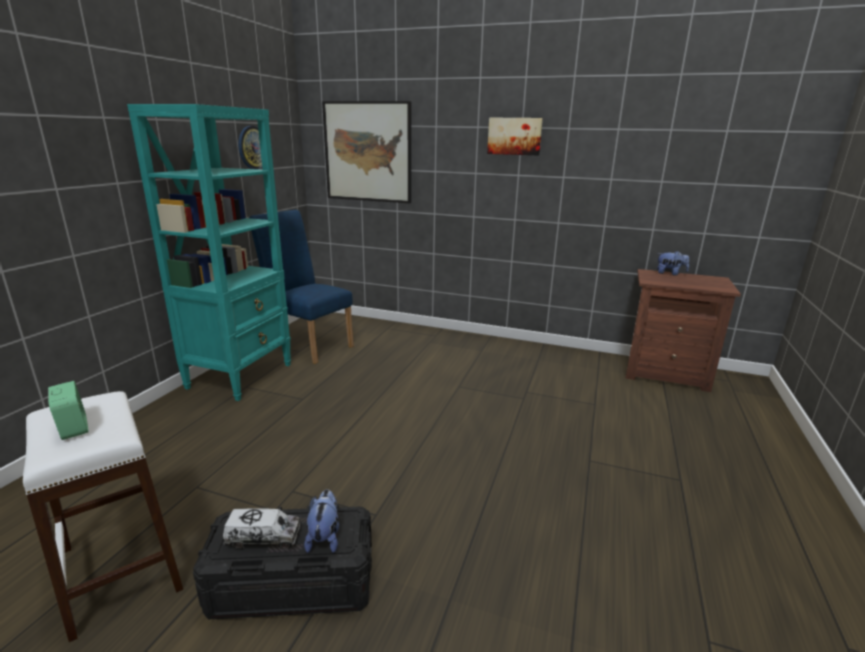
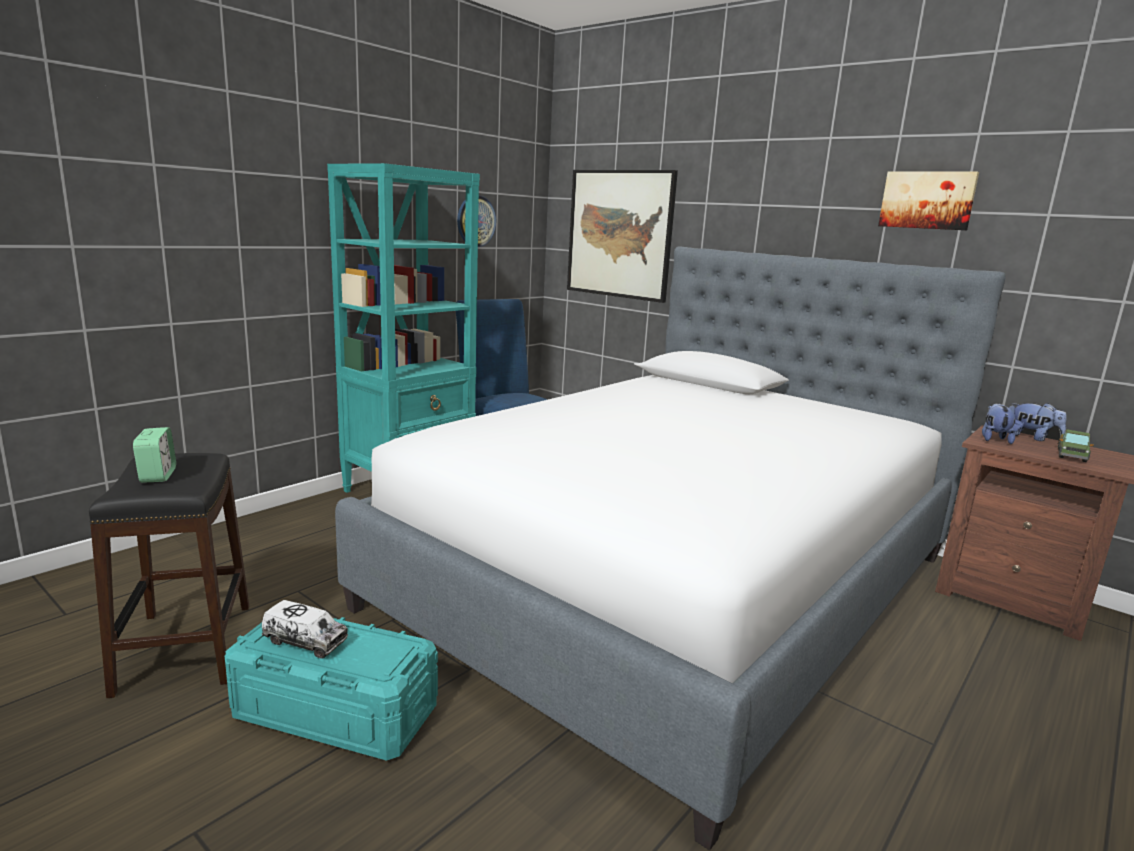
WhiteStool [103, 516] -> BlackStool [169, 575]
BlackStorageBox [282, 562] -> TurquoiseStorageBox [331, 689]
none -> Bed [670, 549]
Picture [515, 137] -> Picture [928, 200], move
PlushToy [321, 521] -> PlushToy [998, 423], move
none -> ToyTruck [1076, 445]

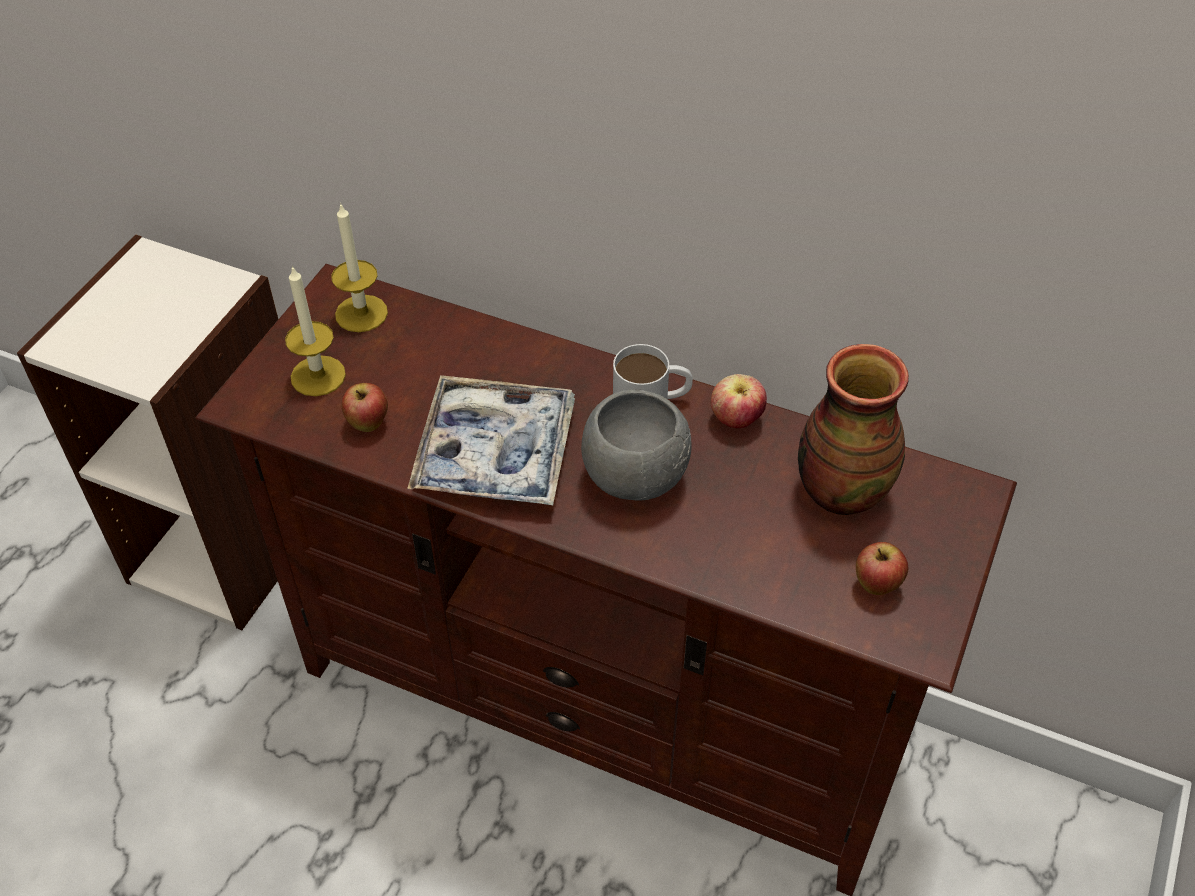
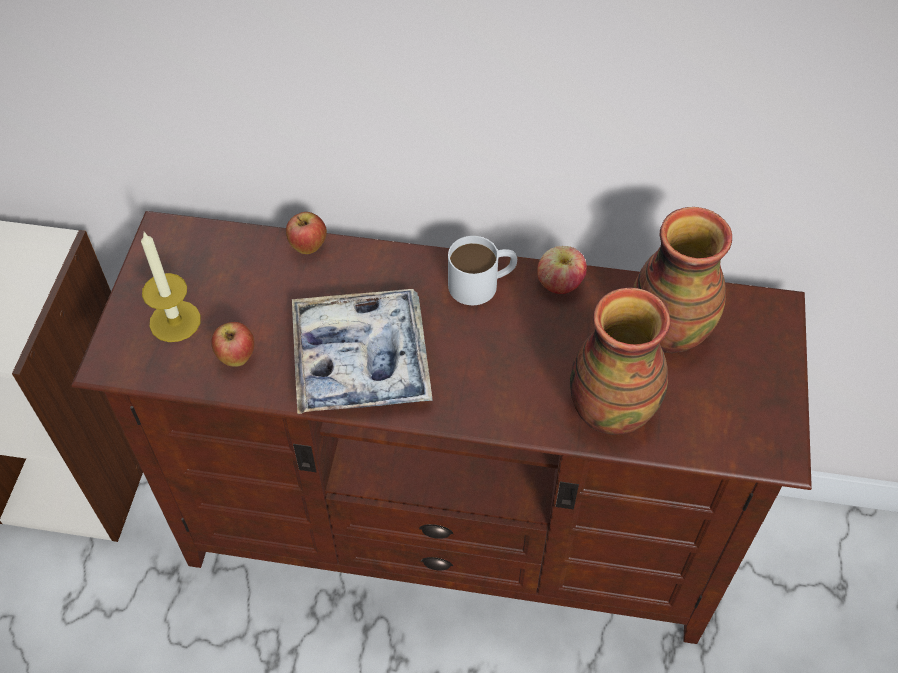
Apple [882, 568] -> Apple [306, 233], move
none -> Vase [620, 361]
Candle [359, 267] -> none
GreyBowl [636, 444] -> none

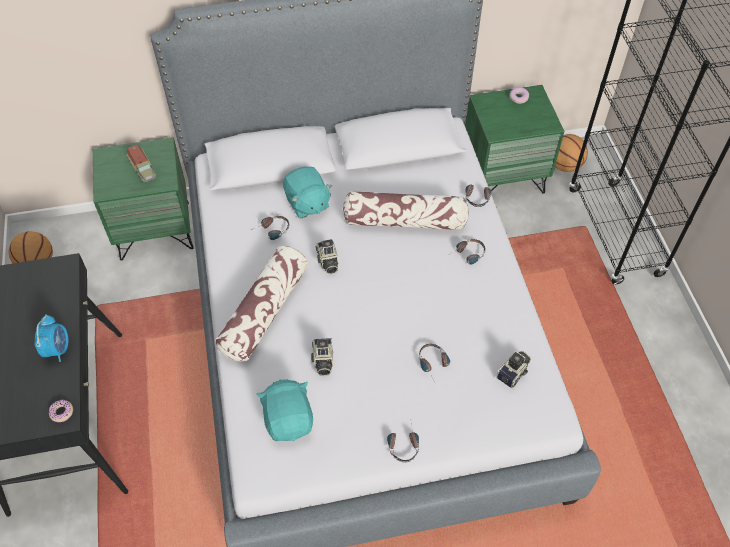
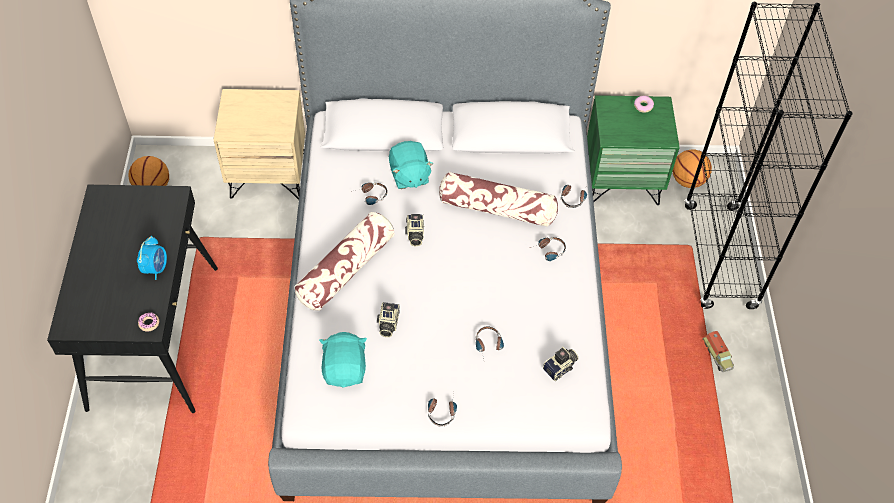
GreenNightstand [143, 198] -> BeigeNightstand [259, 144]
ToyTruck [141, 164] -> ToyTruck [718, 351], move

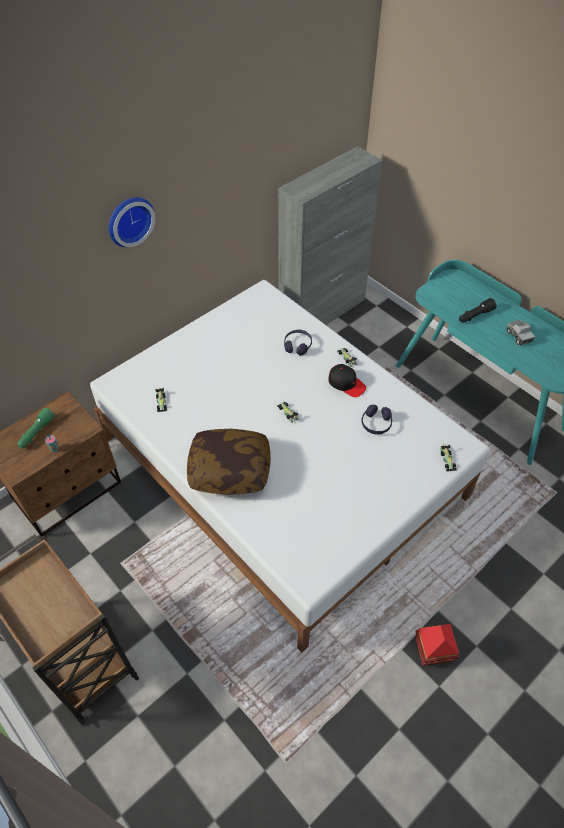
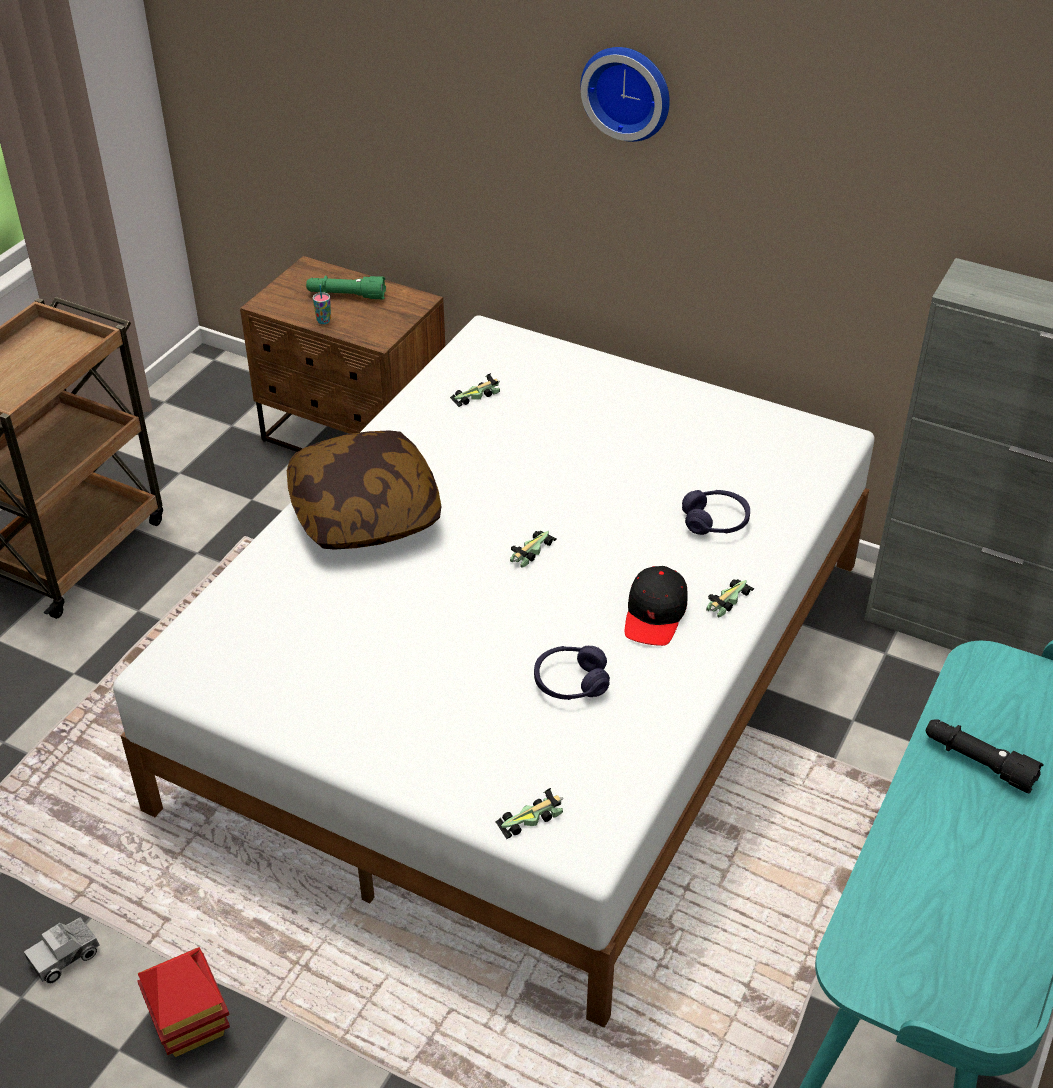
ToyTruck [521, 332] -> ToyTruck [62, 950], move

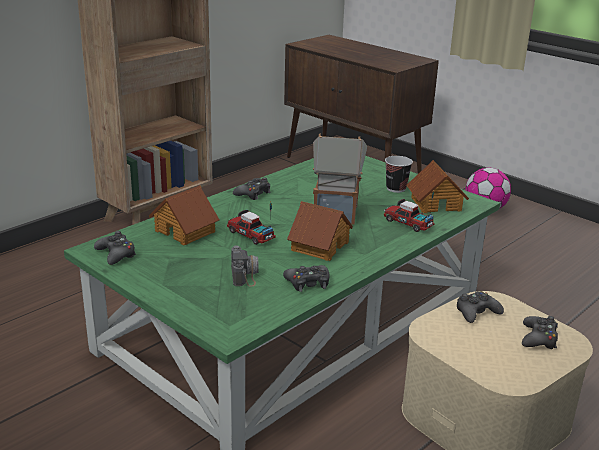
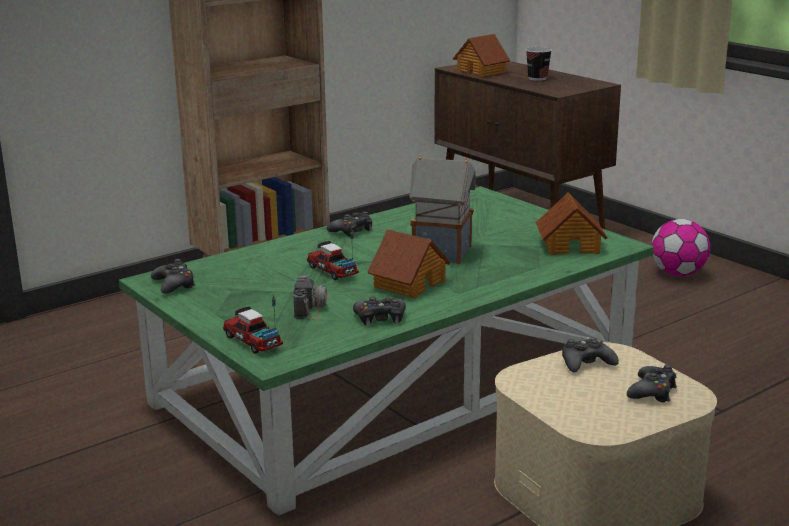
ToyTruck [409, 211] -> ToyTruck [253, 324], move
ToyHouse [184, 215] -> ToyHouse [481, 55], move
Cup [399, 174] -> Cup [539, 64], move

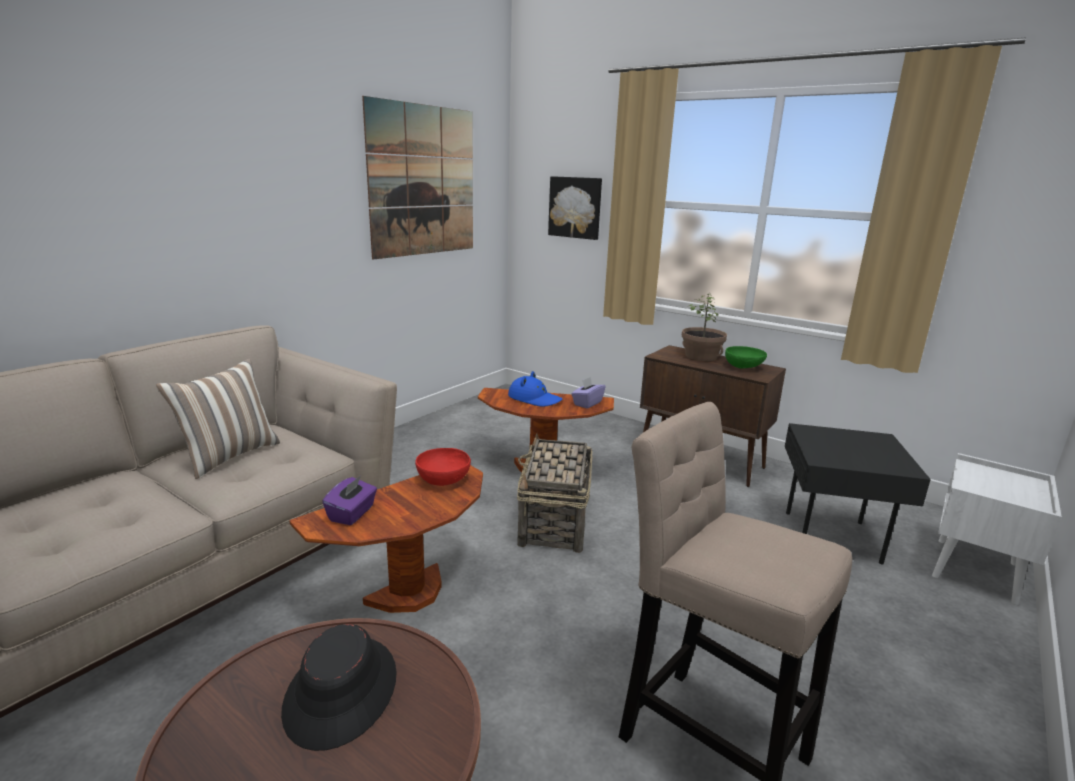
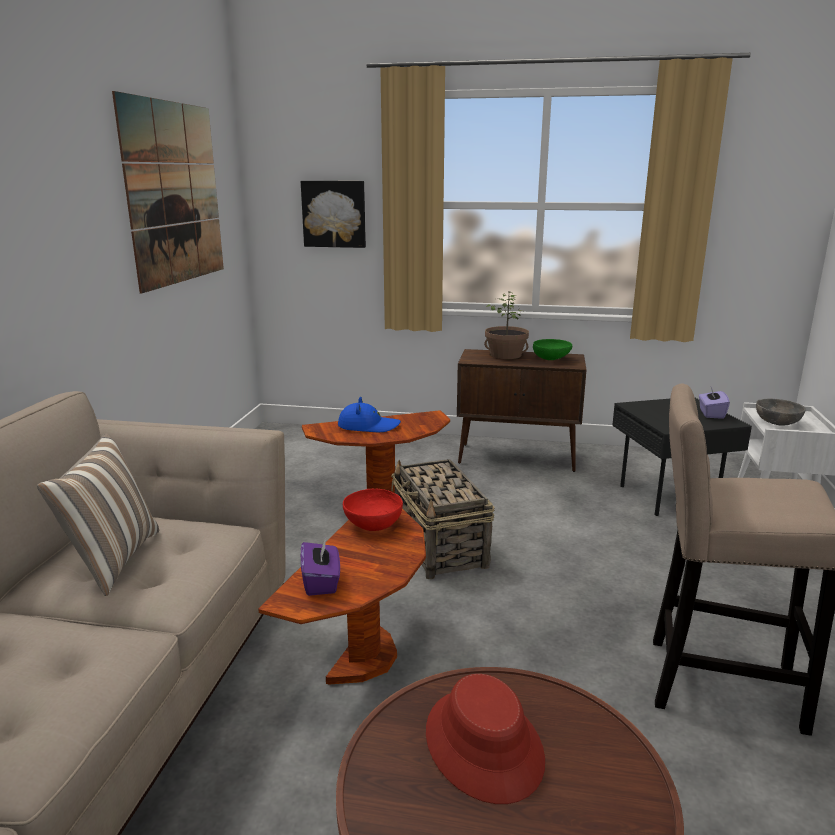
BlackHat [339, 687] -> RedHat [485, 739]
PurpleTissueBox [588, 392] -> PurpleTissueBox [714, 403], move
none -> GreyBowl [781, 412]

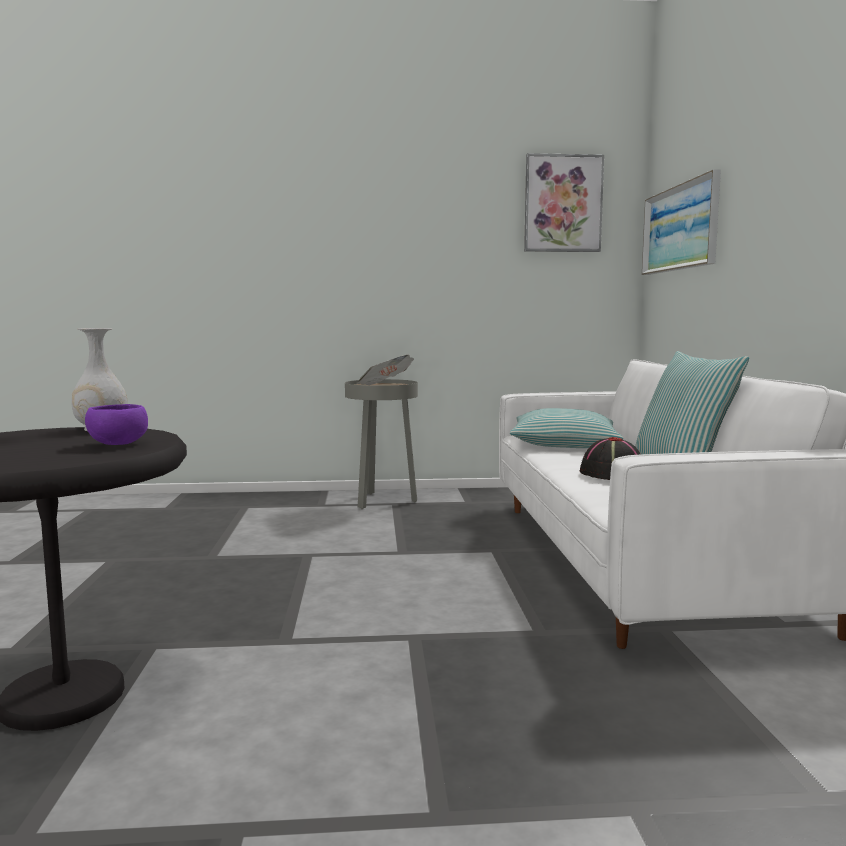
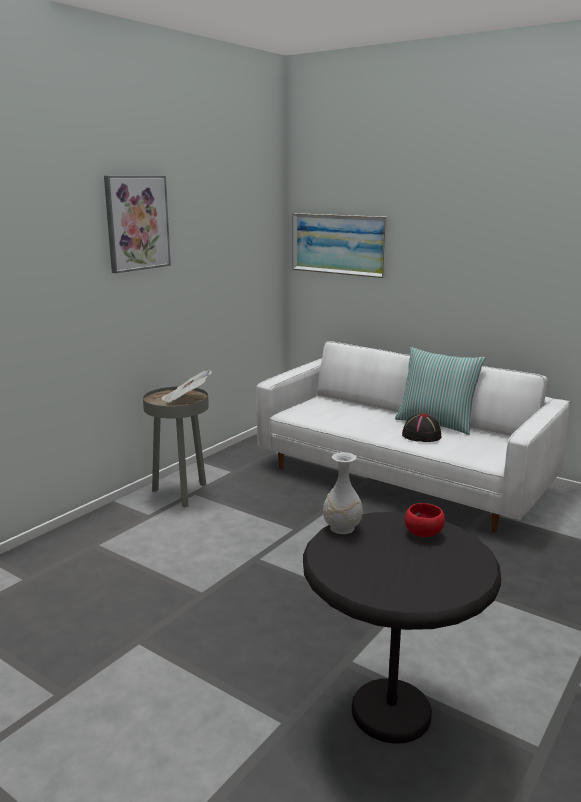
Picture [564, 202] -> Picture [137, 224], move
PurpleBowl [116, 424] -> RedBowl [425, 520]
Pillow [566, 428] -> none

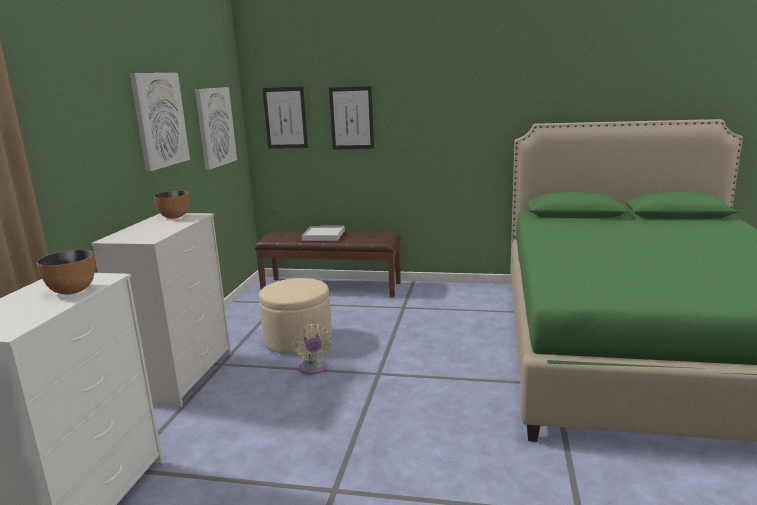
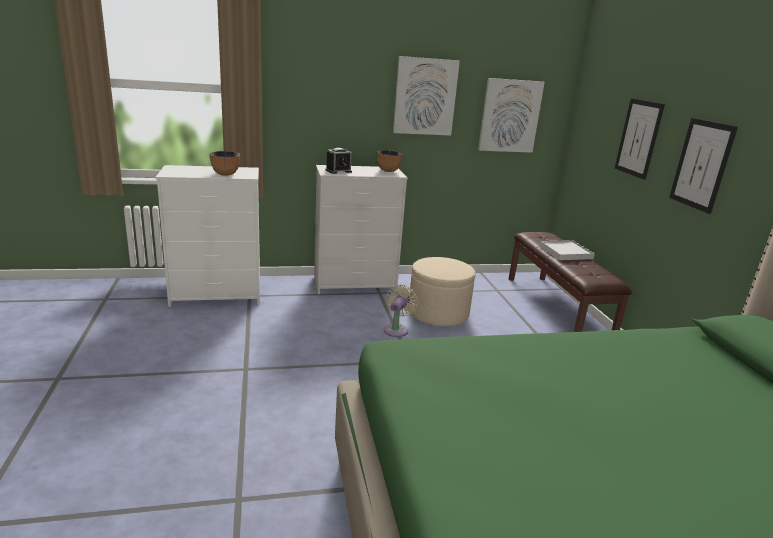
none -> AlarmClock [338, 161]
BeigeFan [313, 349] -> BeigeFan [401, 310], 150 degrees clockwise
Picture [285, 118] -> Picture [703, 166], move

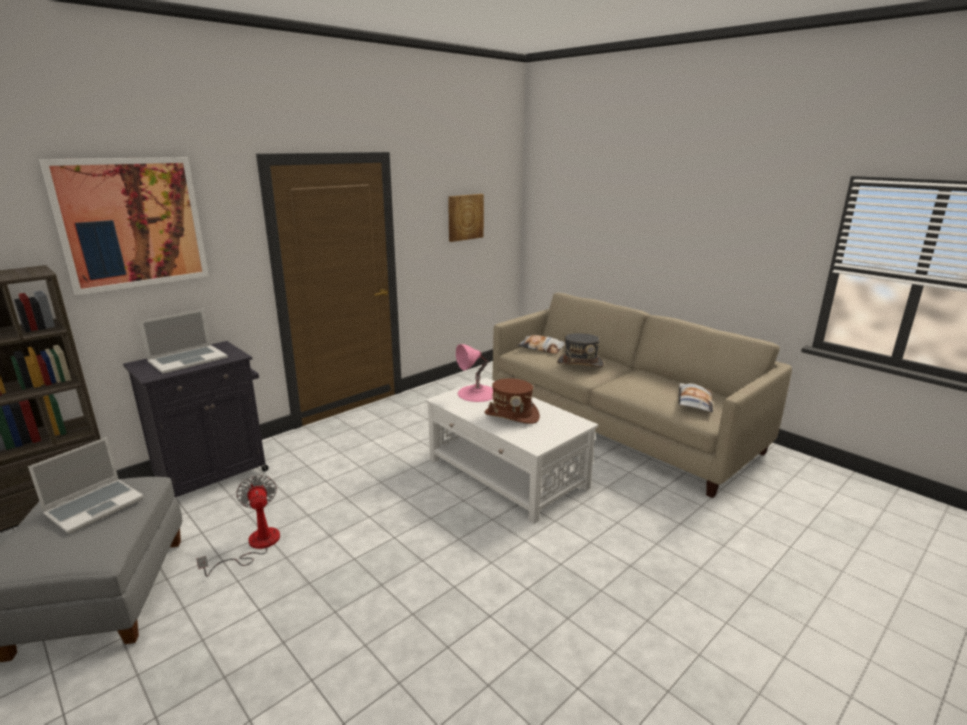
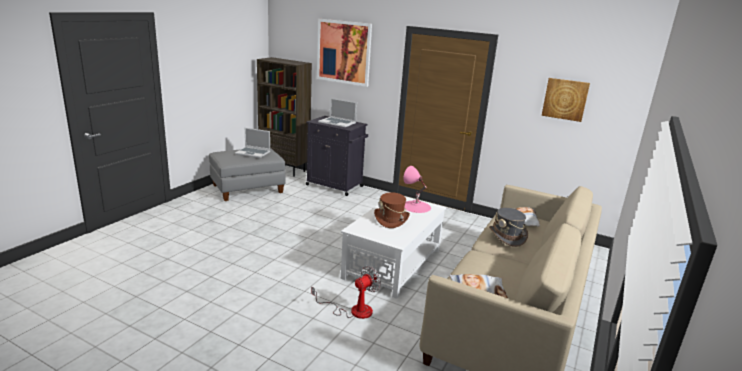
Fan [238, 526] -> Fan [346, 292], move

